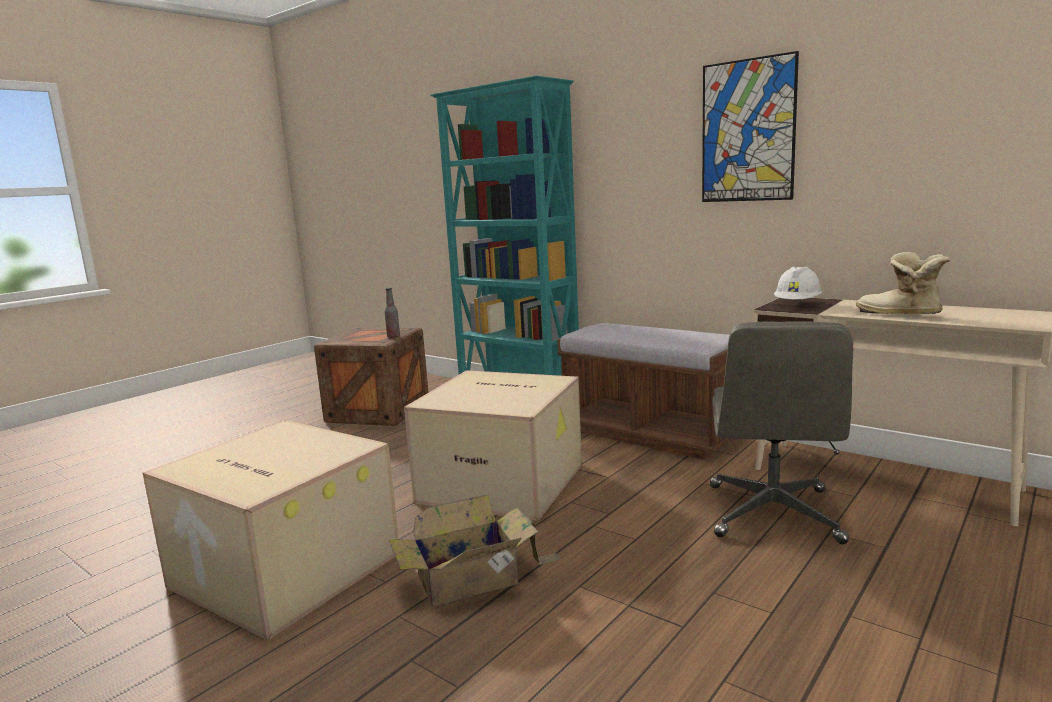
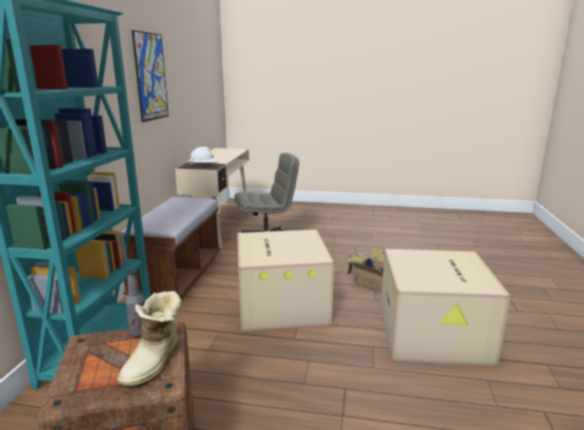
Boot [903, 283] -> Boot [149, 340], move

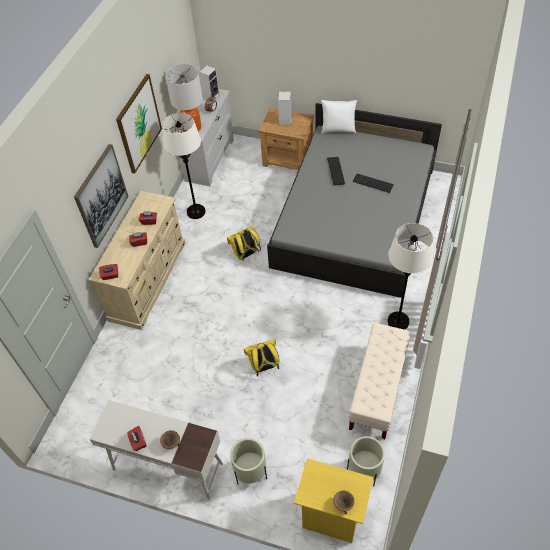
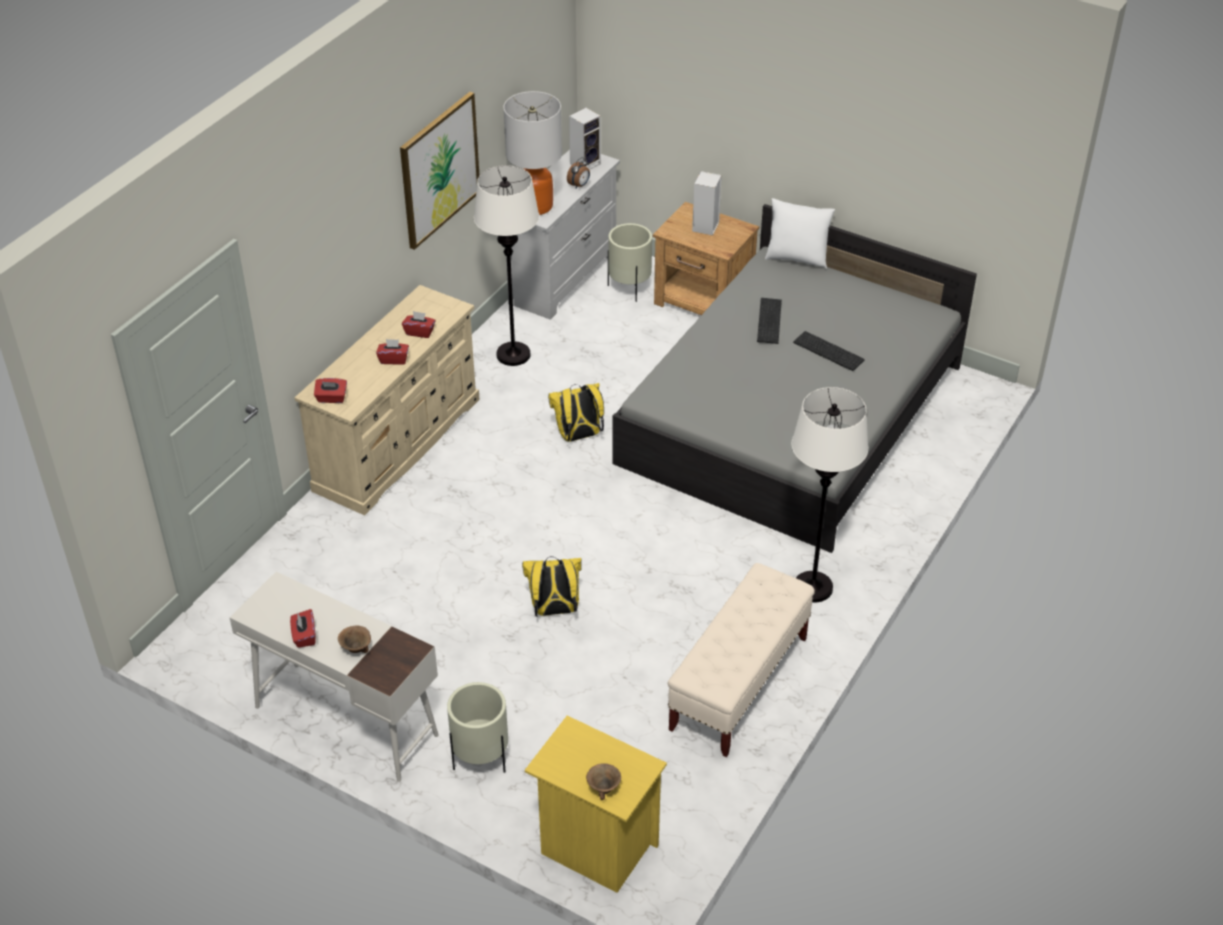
BeigePlanter [366, 461] -> BeigePlanter [630, 262], move
Picture [101, 196] -> none

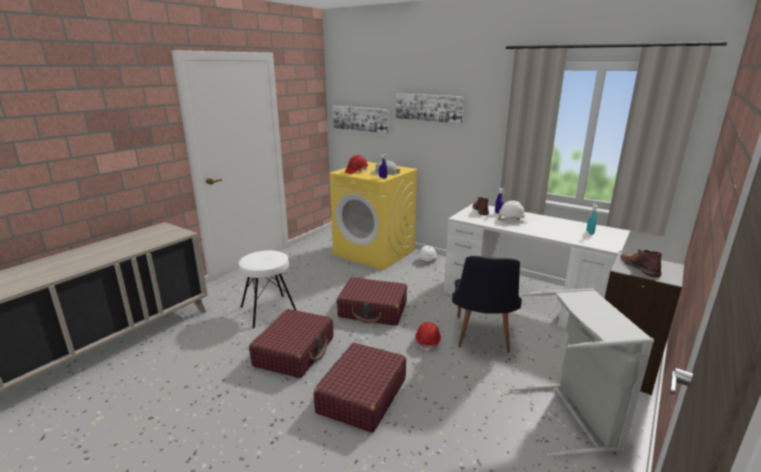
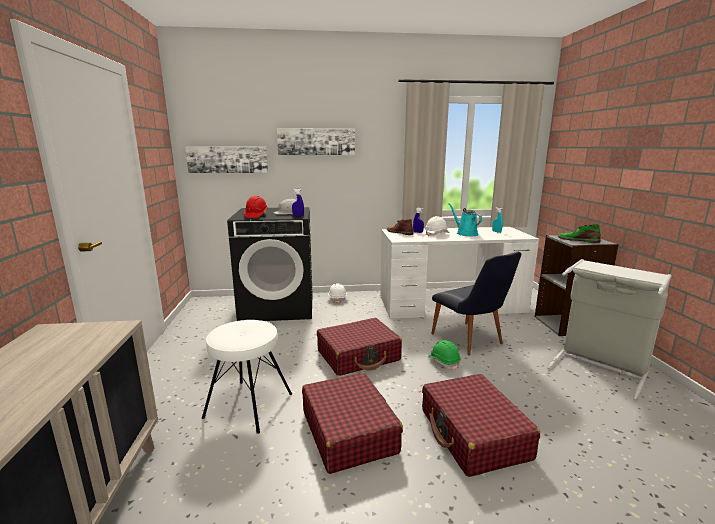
YellowWashingMachine [374, 216] -> BlackWashingMachine [270, 264]
RedHardHat [428, 337] -> GreenHardHat [444, 355]
none -> TurquoiseWateringCan [465, 219]
BrownBoot [641, 263] -> GreenBoot [579, 233]

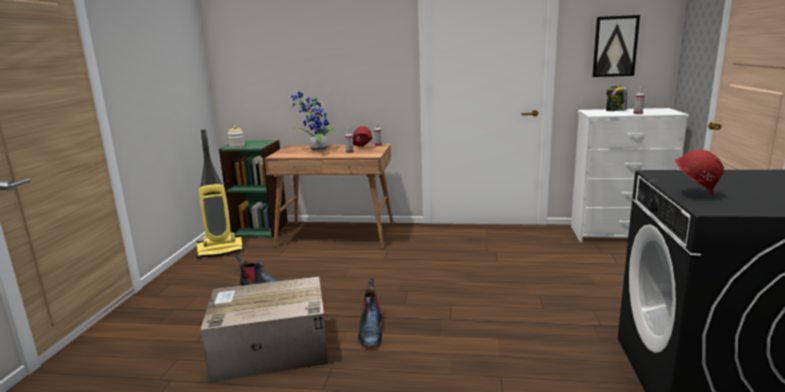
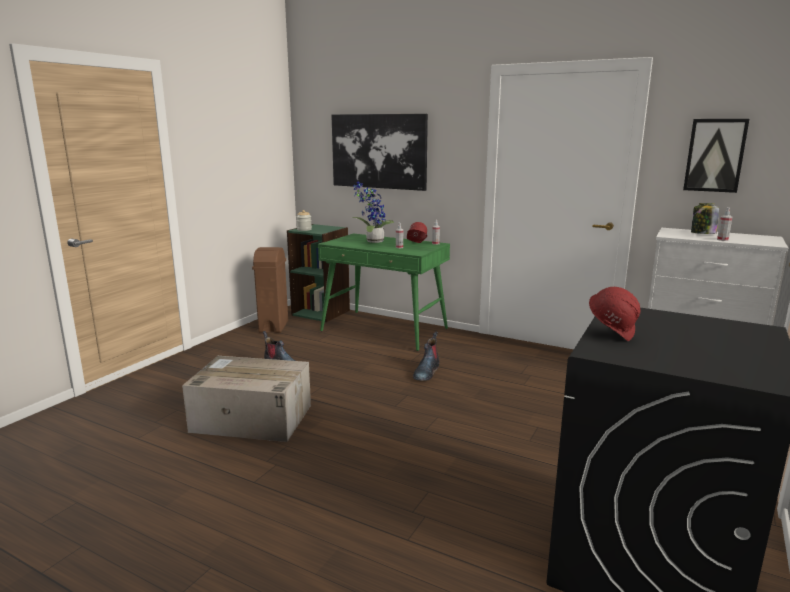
VacuumCleaner [220, 193] -> BrownTrashCan [270, 290]
BrownDesk [329, 196] -> GreenDesk [384, 292]
none -> Picture [379, 152]
Boot [370, 312] -> Boot [426, 356], move

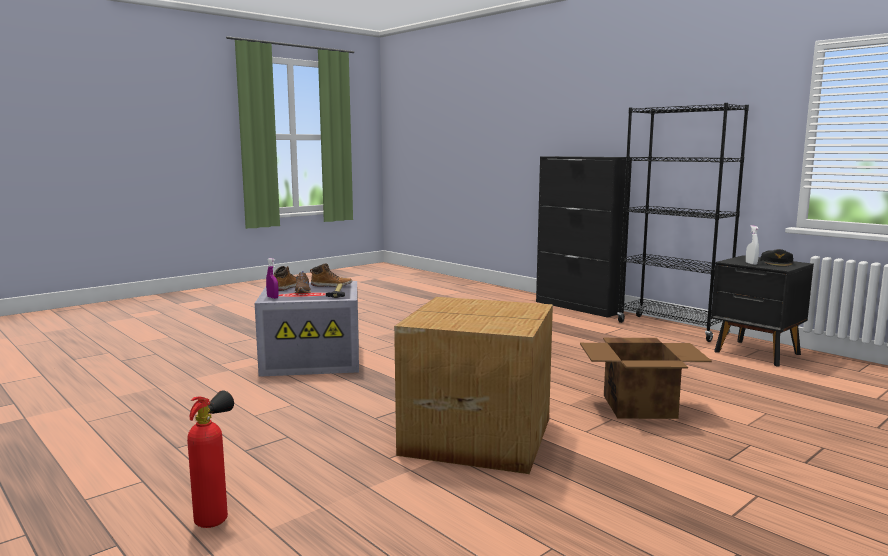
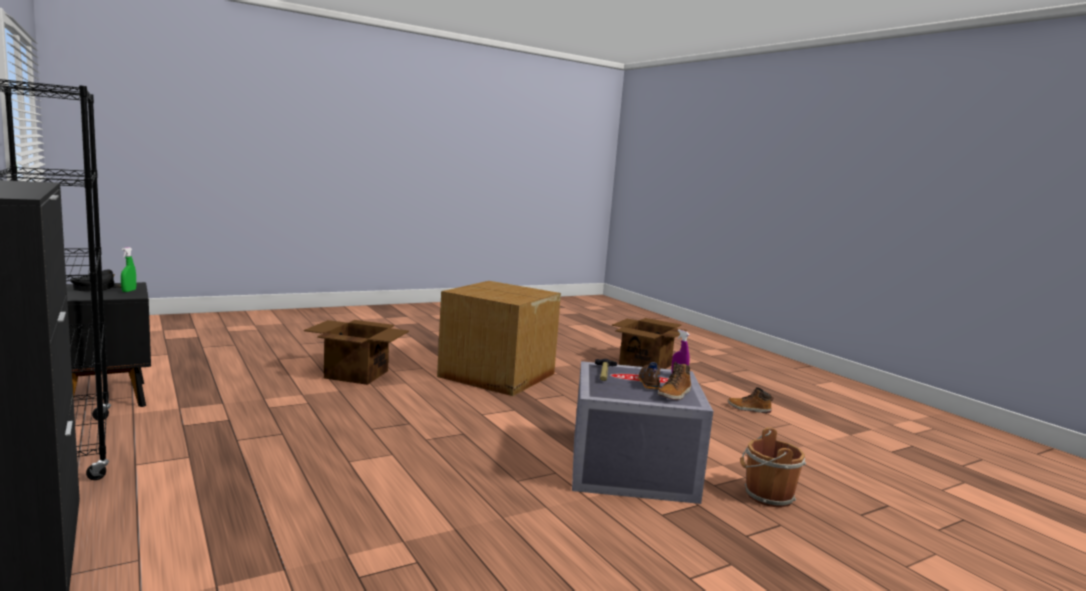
WhiteSprayBottle [752, 245] -> GreenSprayBottle [128, 269]
FireExtinguisher [210, 459] -> CardboardBox [649, 343]
Boot [331, 275] -> Boot [750, 400], move
none -> BrownBucket [773, 467]

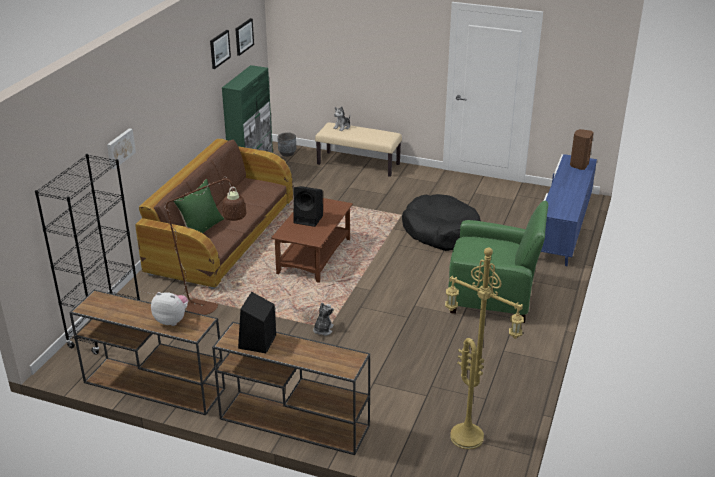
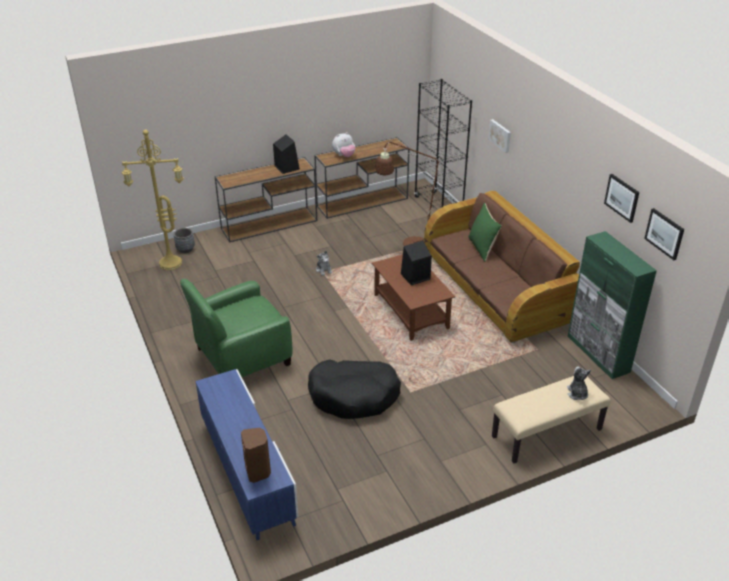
GreyPlanter [287, 144] -> GreyPlanter [184, 240], move

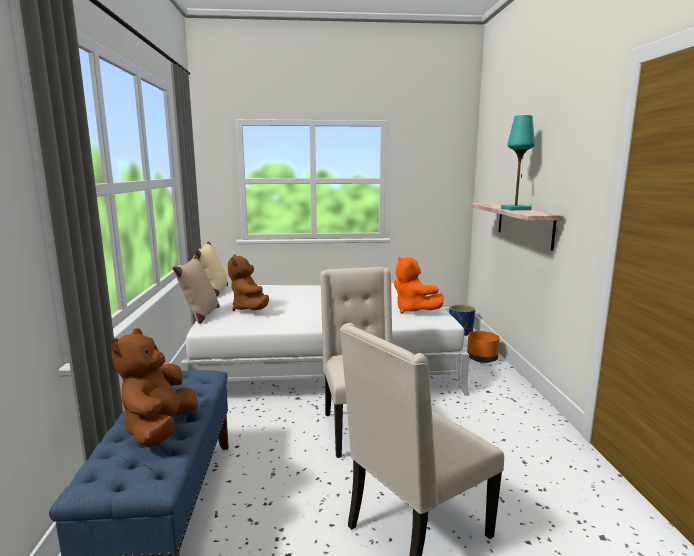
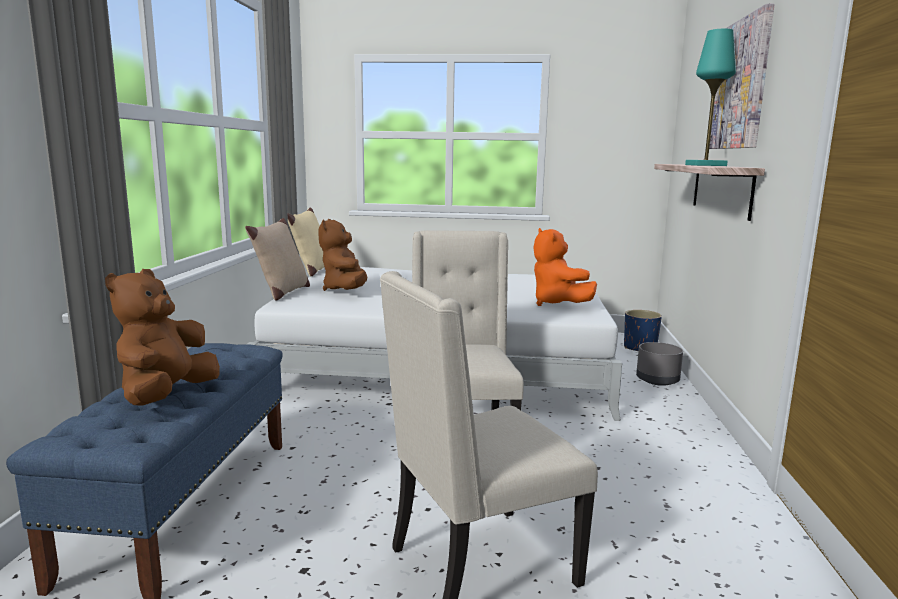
OrangePlanter [483, 347] -> GreyPlanter [659, 364]
none -> Picture [742, 76]

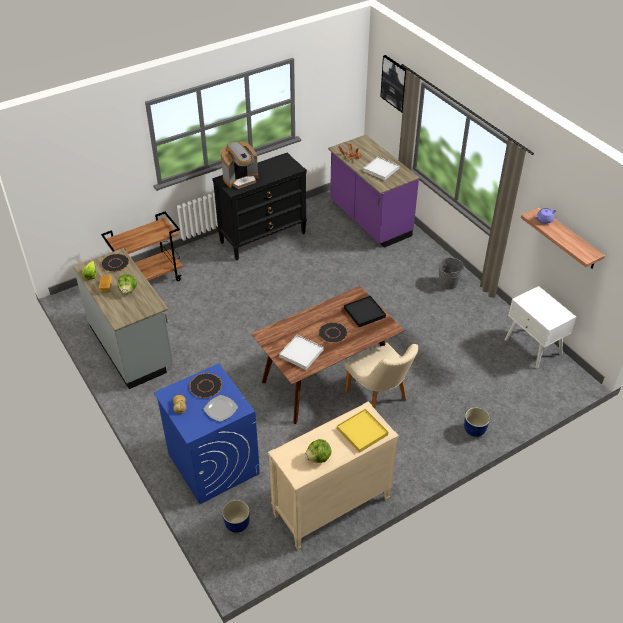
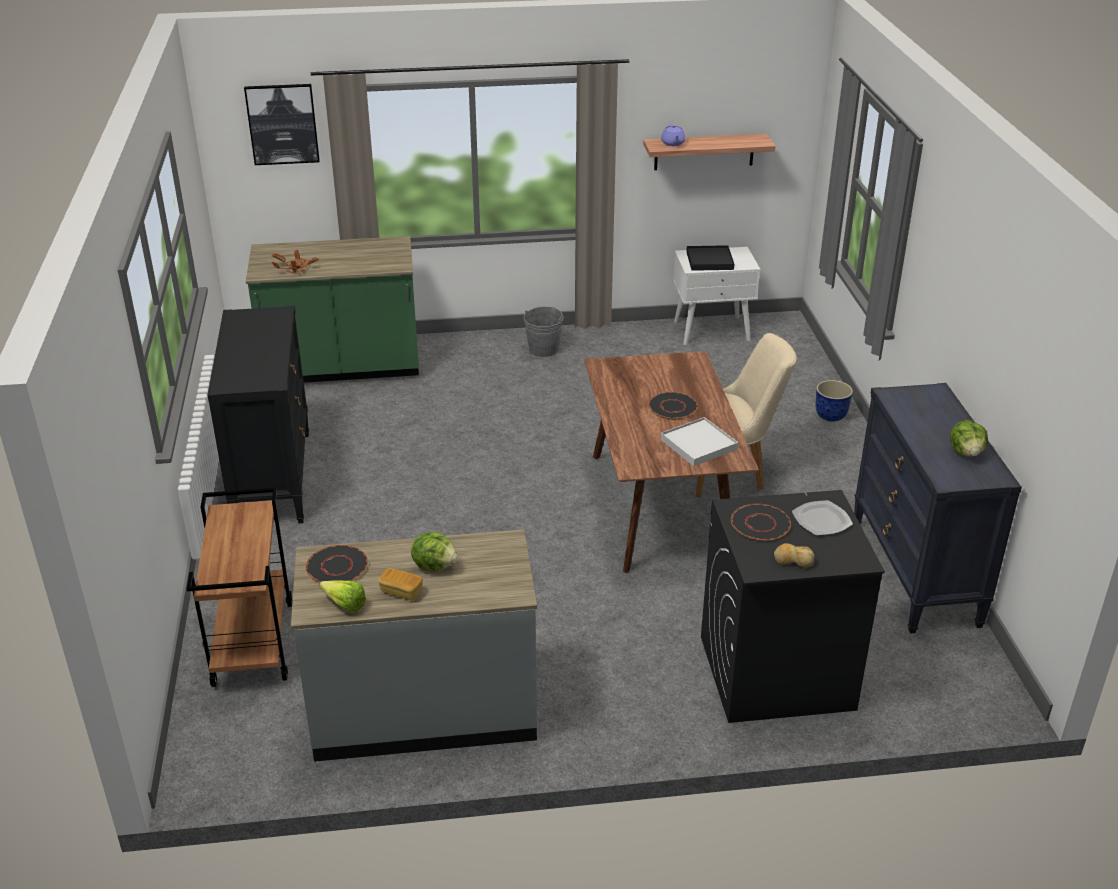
PurpleCounter [374, 191] -> GreenCounter [332, 309]
BlackTray [365, 311] -> BlackTray [710, 258], move
BlueWashingMachine [207, 434] -> BlackWashingMachine [793, 606]
BeigeDresser [333, 475] -> BlackDresser [938, 508]
CoffeeMachine [239, 165] -> none
Planter [236, 516] -> none
YellowTray [362, 431] -> none
WhiteTray [381, 168] -> none

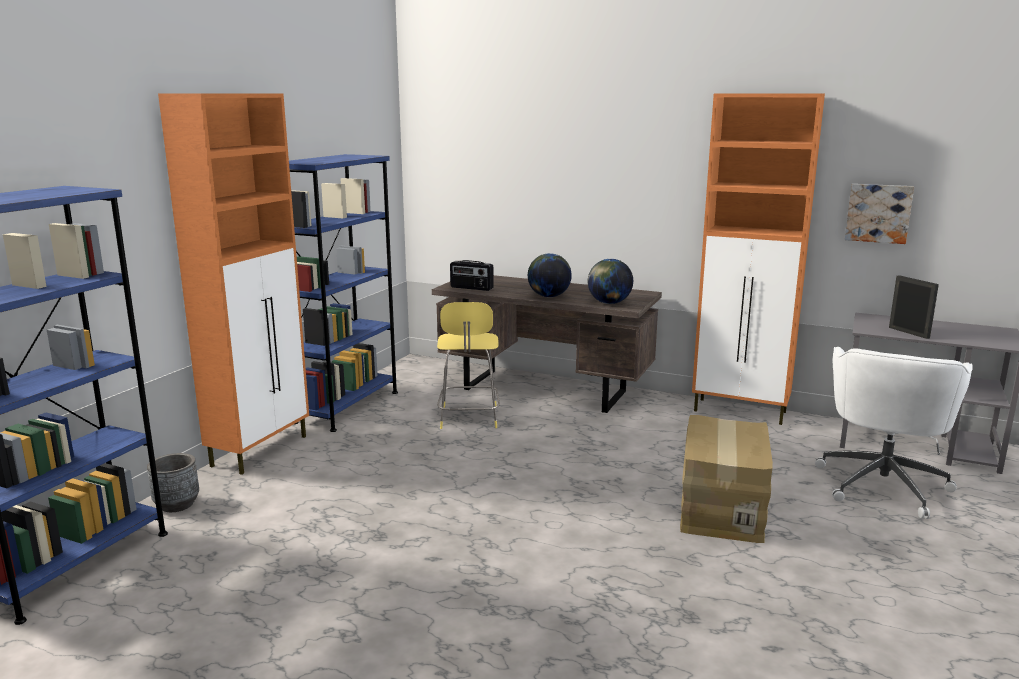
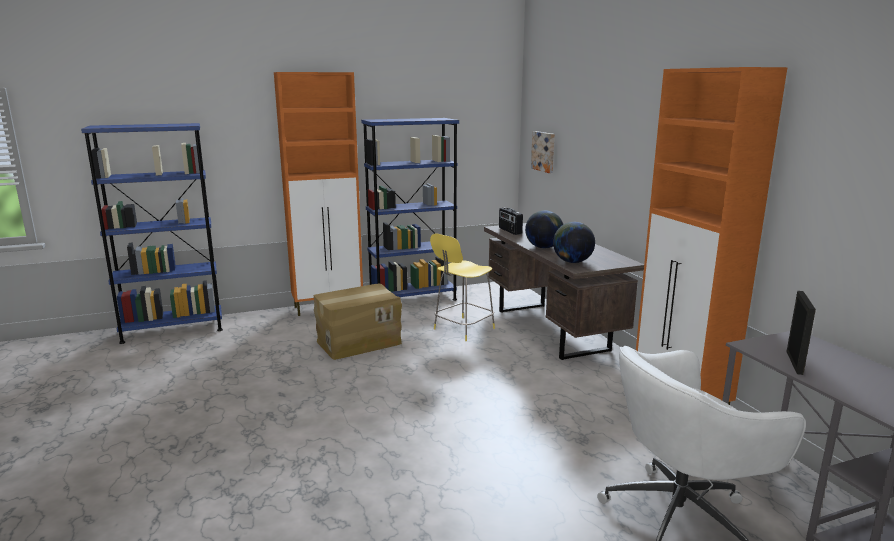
CardboardBox [726, 479] -> CardboardBox [358, 321], move
Picture [879, 214] -> Picture [543, 152], move
GreyPlanter [173, 482] -> none

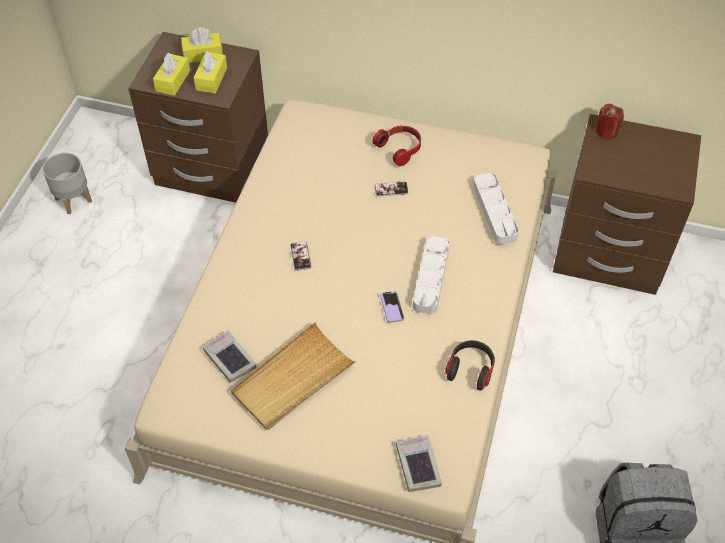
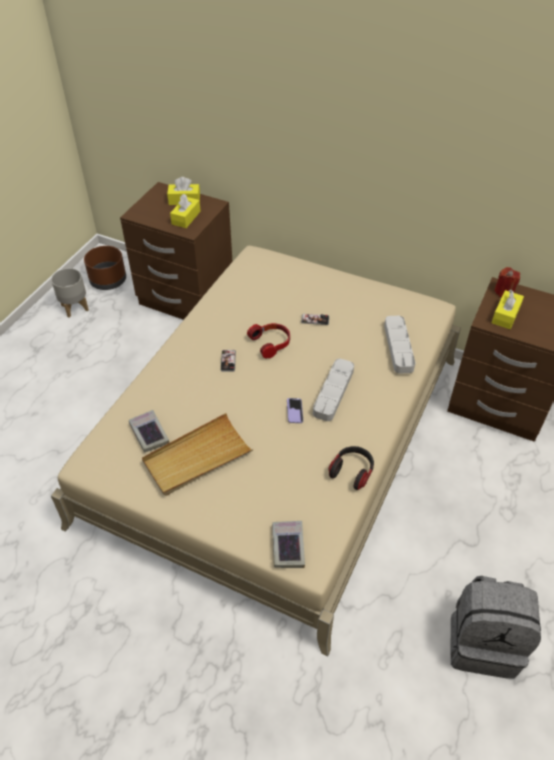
none -> BrownPlanter [105, 268]
Headphones [396, 145] -> Headphones [268, 341], move
YellowTissueBox [171, 74] -> YellowTissueBox [508, 309], move

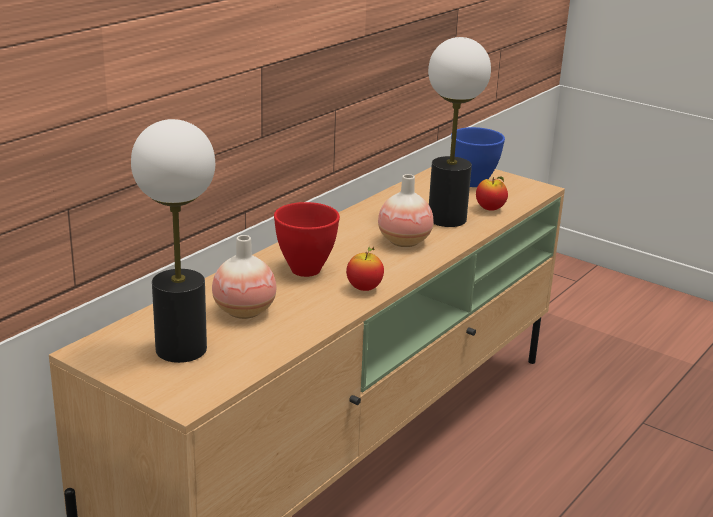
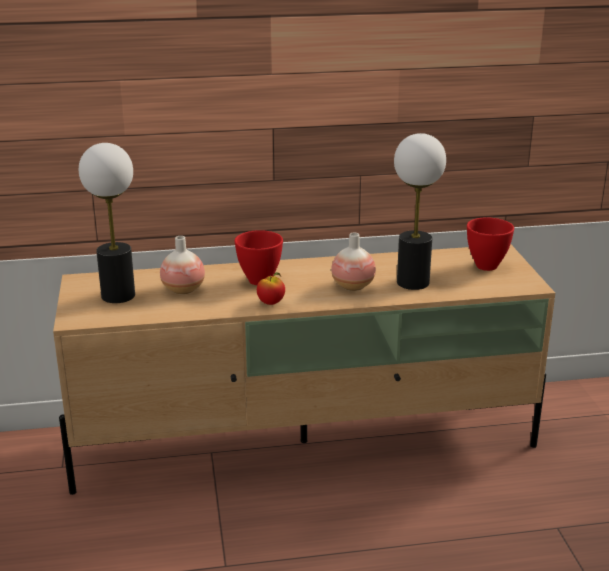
BlueBowl [478, 157] -> RedBowl [490, 244]
Apple [492, 193] -> none

